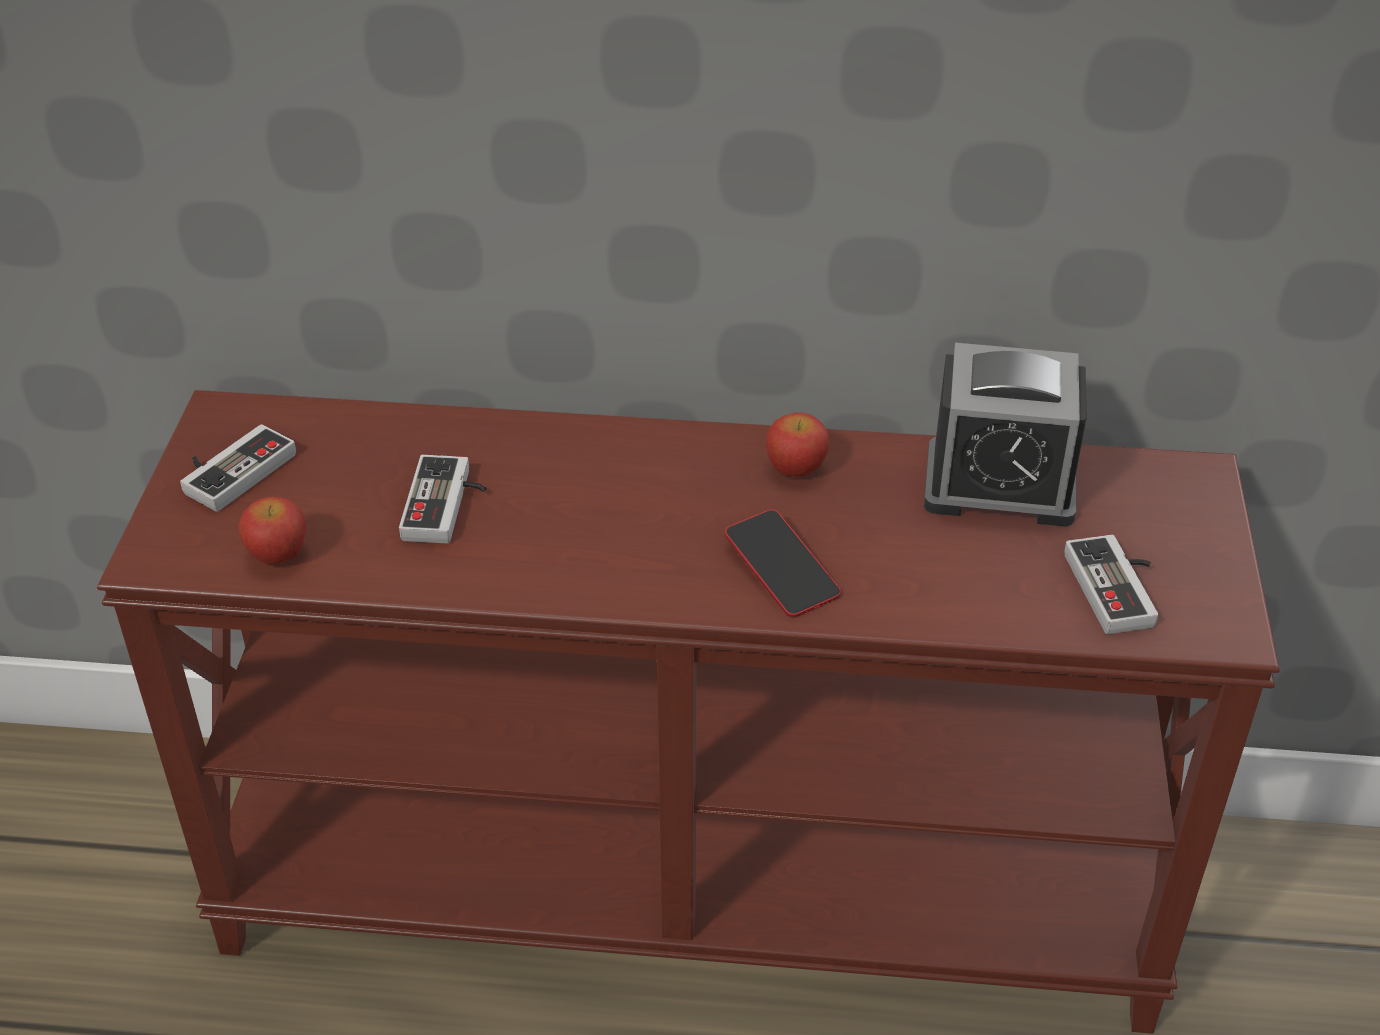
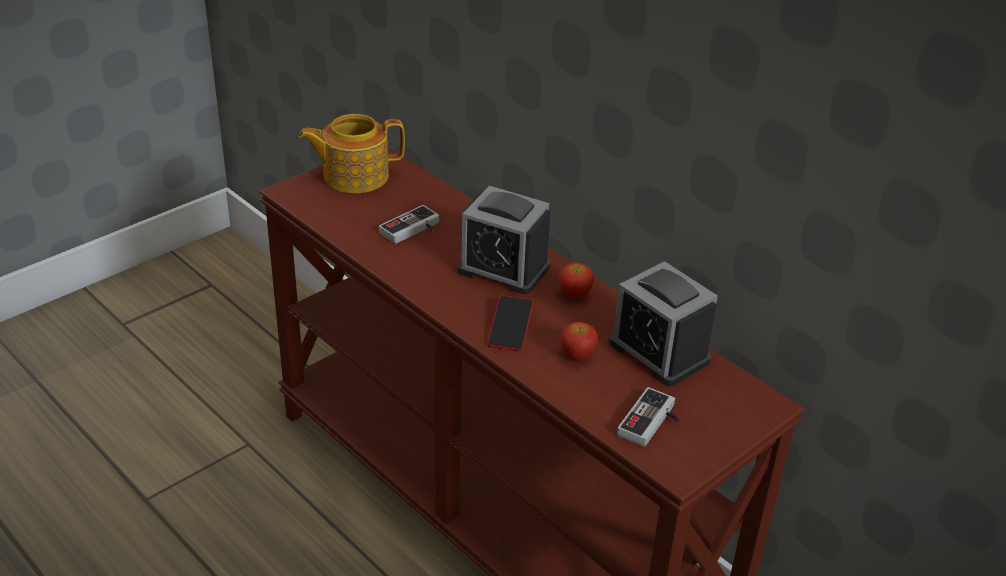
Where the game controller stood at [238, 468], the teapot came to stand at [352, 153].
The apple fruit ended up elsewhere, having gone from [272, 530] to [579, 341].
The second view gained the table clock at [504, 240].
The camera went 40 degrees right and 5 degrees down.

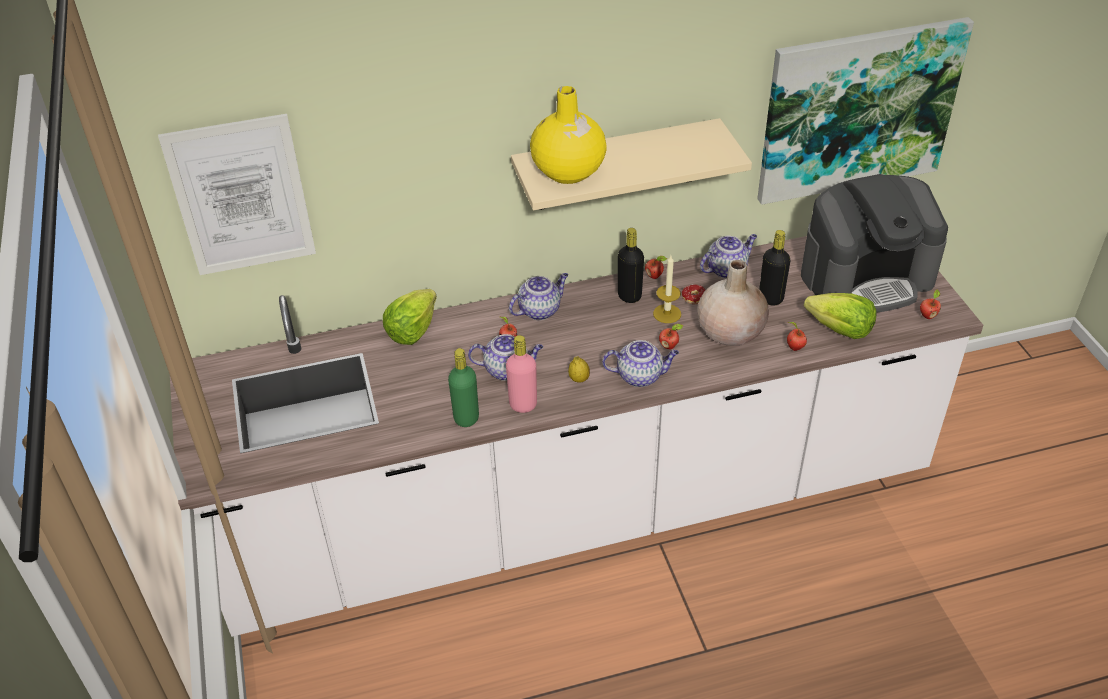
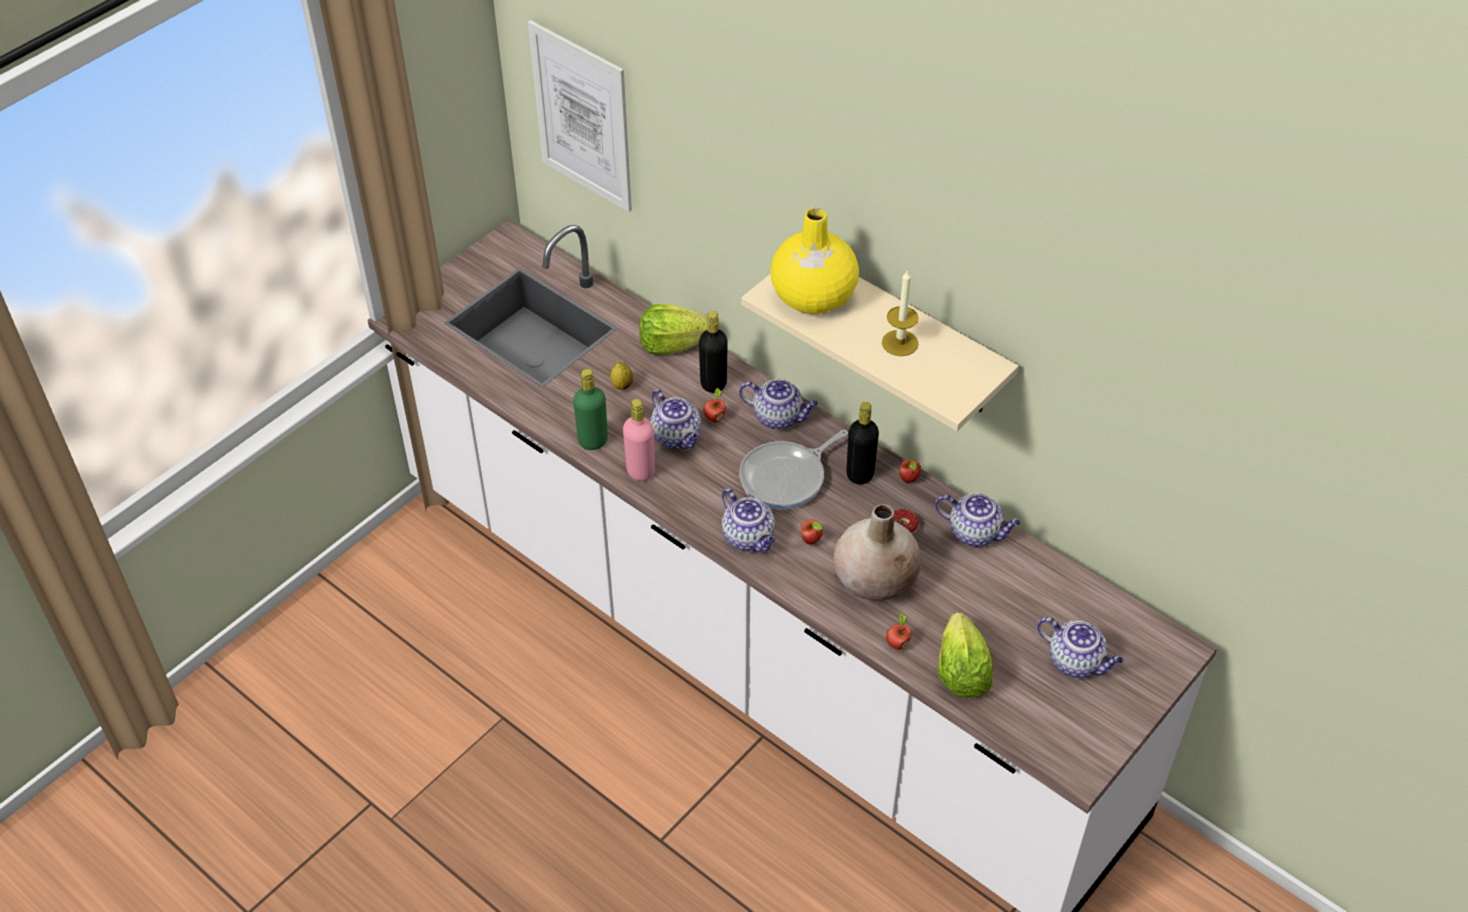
The second view lost the wall picture at [865, 111].
Where the coffee brewer stood at [874, 243], the teapot came to stand at [1080, 647].
The black bottle ended up elsewhere, having gone from [774, 267] to [713, 352].
The wax candle ended up elsewhere, having gone from [667, 289] to [900, 312].
The second view lost the apple fruit at [930, 304].
The citrus fruit ended up elsewhere, having gone from [579, 369] to [622, 375].
The second view gained the frying pan at [793, 469].
The camera went 55 degrees right and 5 degrees up.

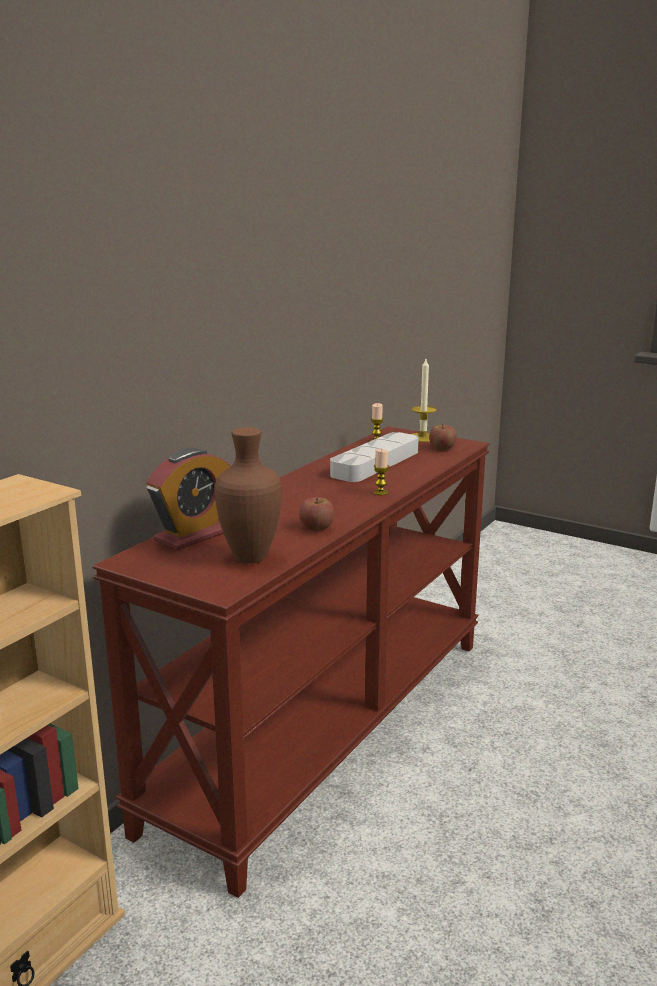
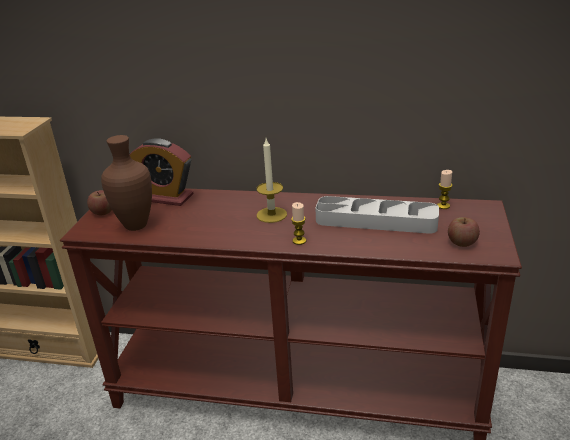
The wax candle ended up elsewhere, having gone from [424, 400] to [272, 181].
The apple fruit ended up elsewhere, having gone from [316, 514] to [99, 202].
The camera went 70 degrees right and 10 degrees up.

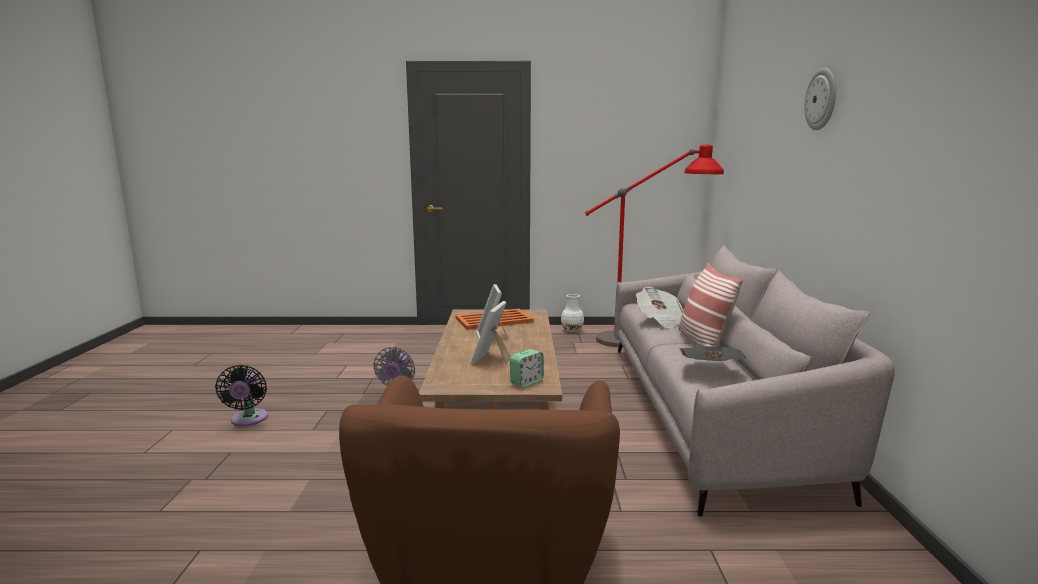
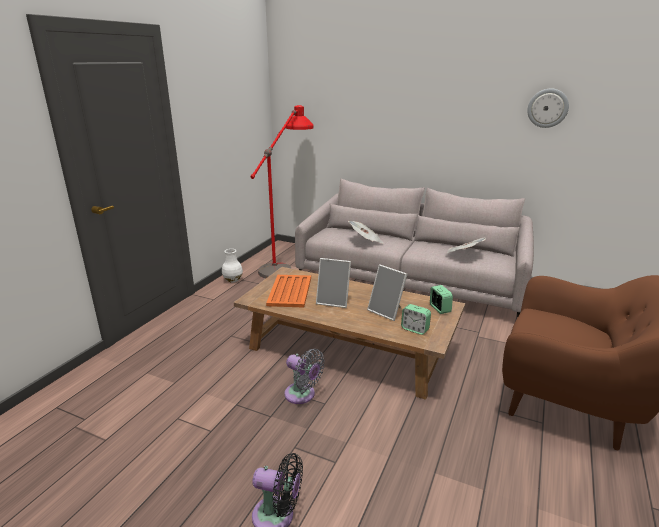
The clock on the wall ended up elsewhere, having gone from [820, 99] to [548, 108].
The second view lost the throw pillow at [711, 305].
The second view gained the table clock at [416, 319].
The camera went 65 degrees left and 10 degrees up.

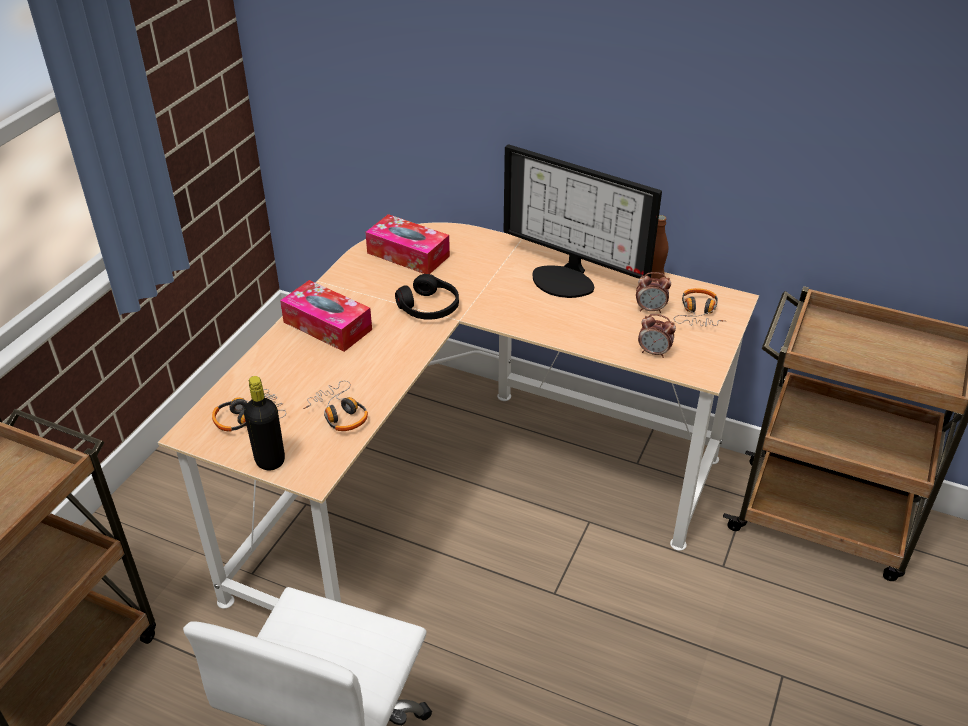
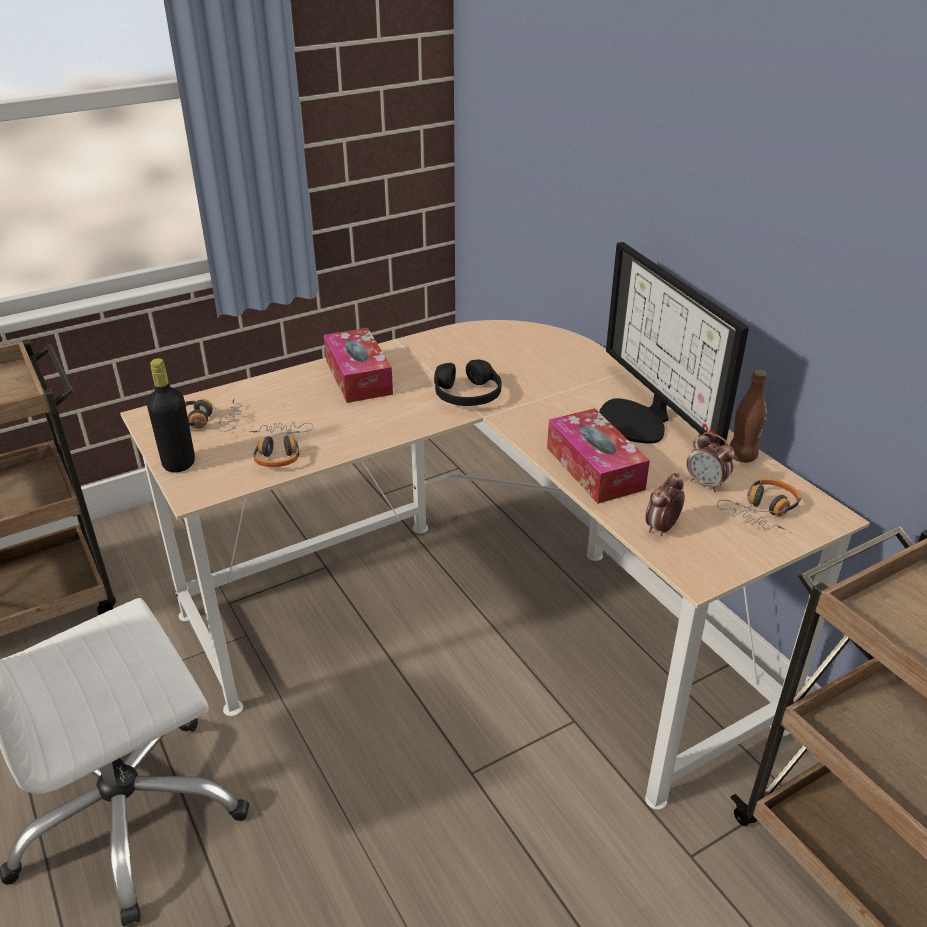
The tissue box ended up elsewhere, having gone from [407, 244] to [598, 456].
The table clock at [657, 336] ended up facing another way, 75 degrees clockwise from before.
The camera went 35 degrees right and 5 degrees down.

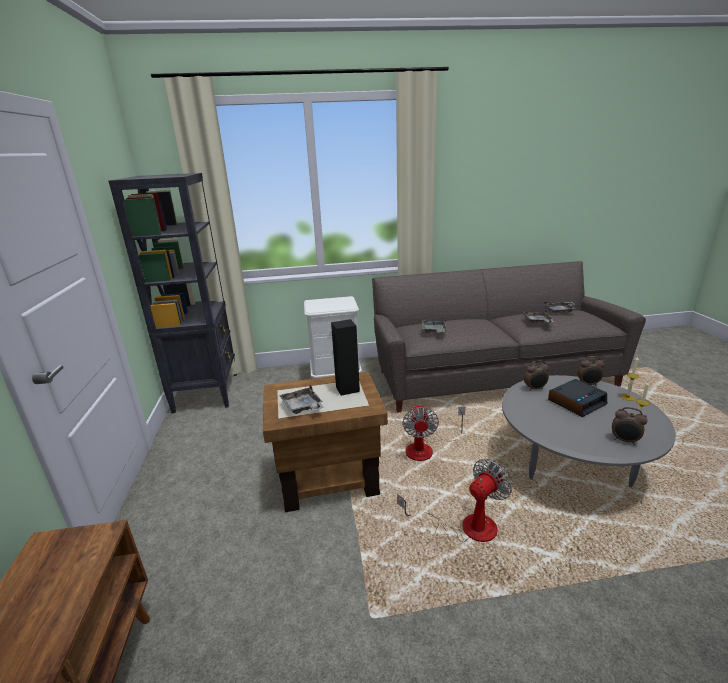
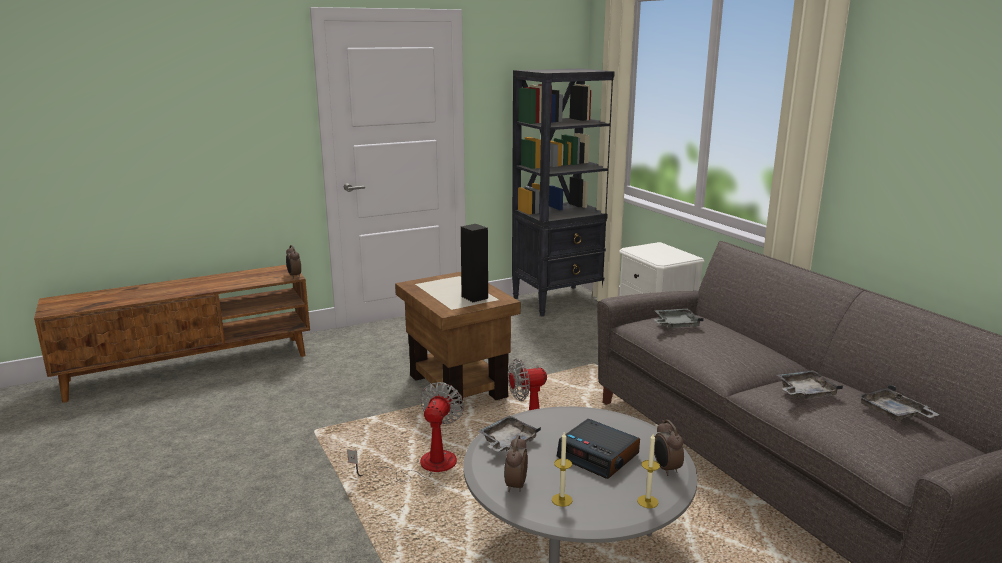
The table clock ended up elsewhere, having gone from [536, 375] to [293, 262].
The gray carrying tray ended up elsewhere, having gone from [301, 399] to [509, 433].
The cooling fan at [454, 500] ended up facing another way, 105 degrees counterclockwise from before.
The camera went 70 degrees right and 5 degrees down.

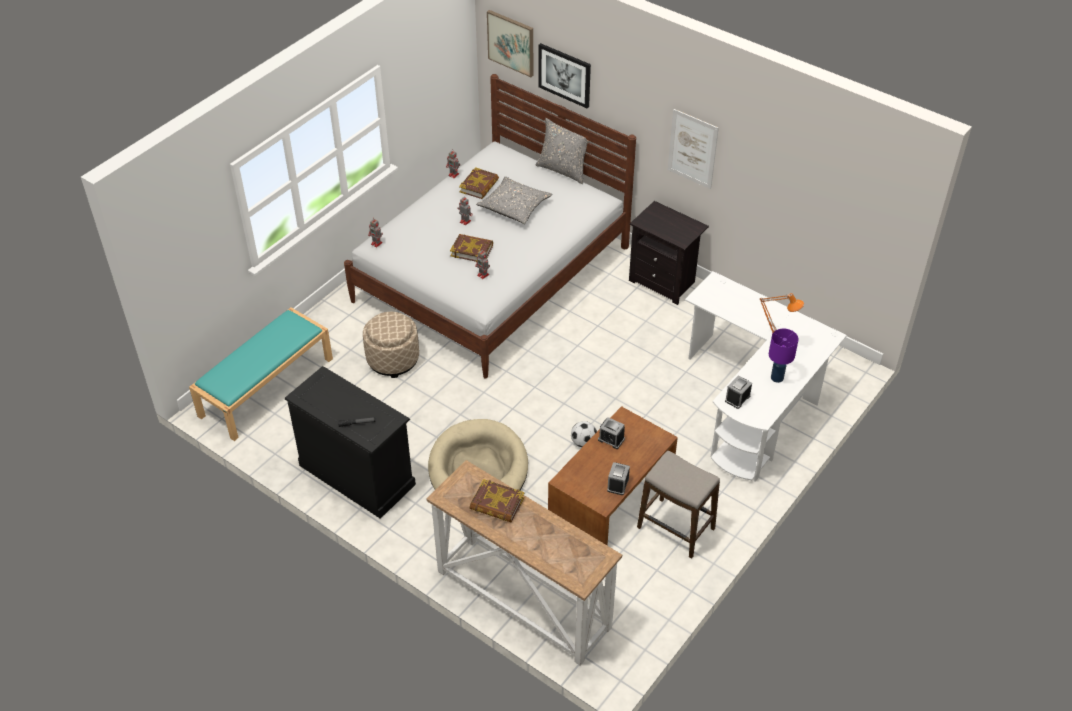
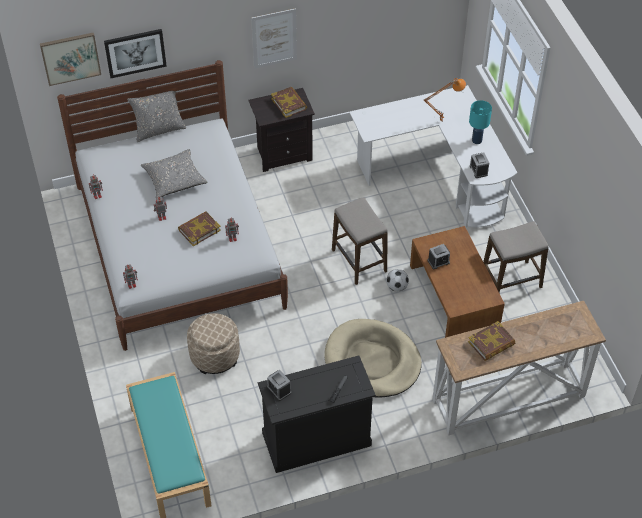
The volume ended up elsewhere, having gone from [479, 183] to [289, 102].
What was the purple lamp for a table at [784, 355] turned into the turquoise lamp for a table at [480, 122].
The table clock ended up elsewhere, having gone from [618, 478] to [279, 385].
The second view gained the stool seat at [360, 241].
The camera went 55 degrees left and 5 degrees up.

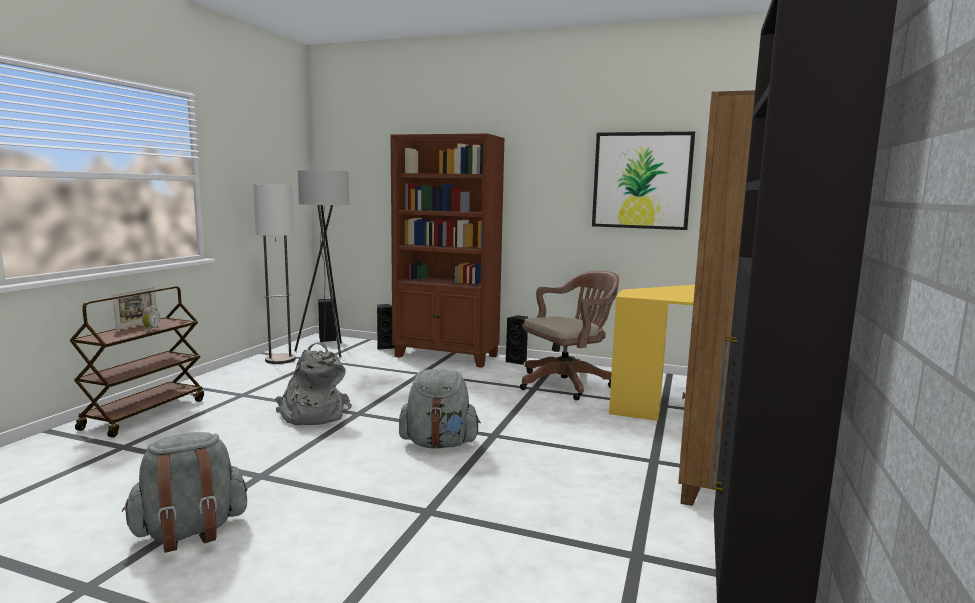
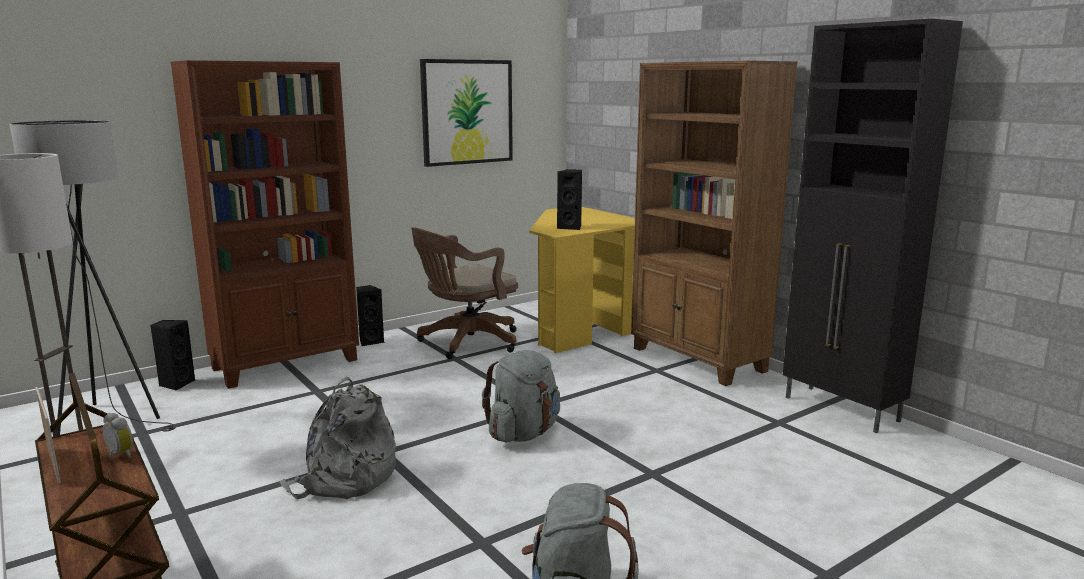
The brown desk chair at [569, 336] ended up facing another way, 135 degrees counterclockwise from before.
The black speaker ended up elsewhere, having gone from [327, 320] to [569, 199].
The camera went 55 degrees left and 5 degrees up.

